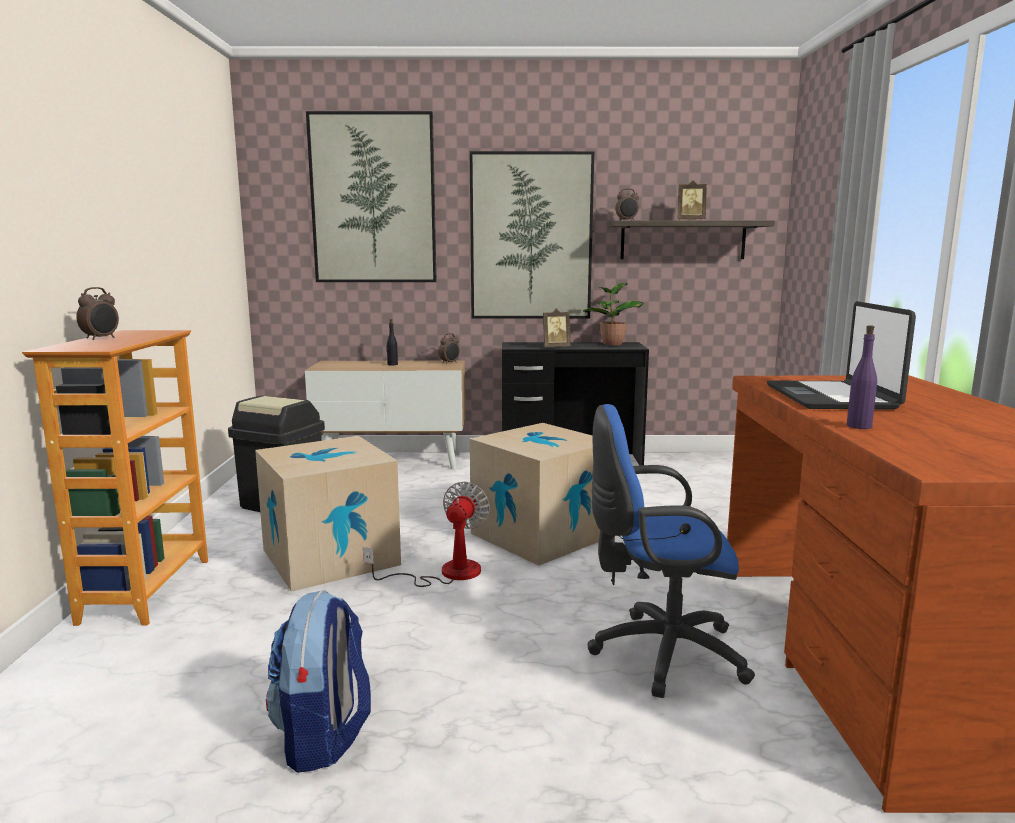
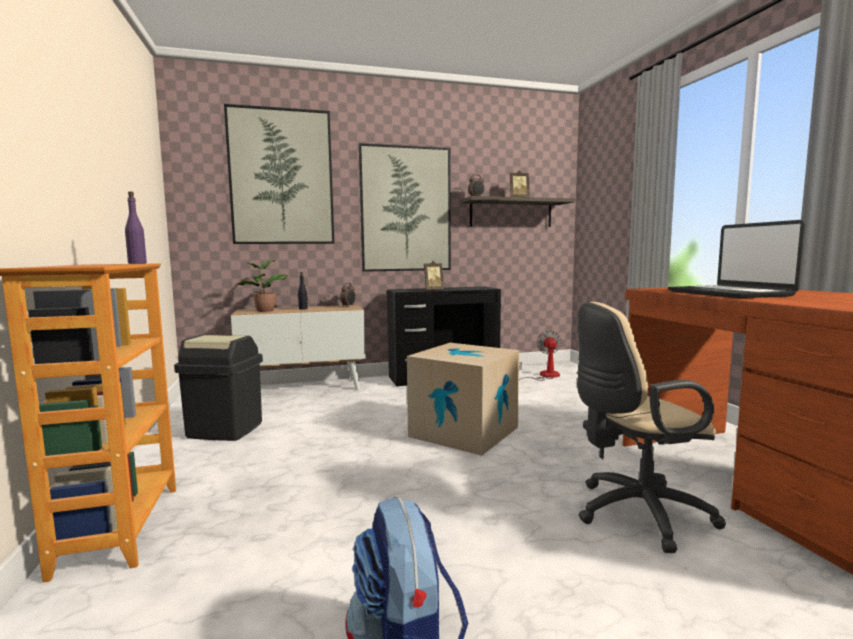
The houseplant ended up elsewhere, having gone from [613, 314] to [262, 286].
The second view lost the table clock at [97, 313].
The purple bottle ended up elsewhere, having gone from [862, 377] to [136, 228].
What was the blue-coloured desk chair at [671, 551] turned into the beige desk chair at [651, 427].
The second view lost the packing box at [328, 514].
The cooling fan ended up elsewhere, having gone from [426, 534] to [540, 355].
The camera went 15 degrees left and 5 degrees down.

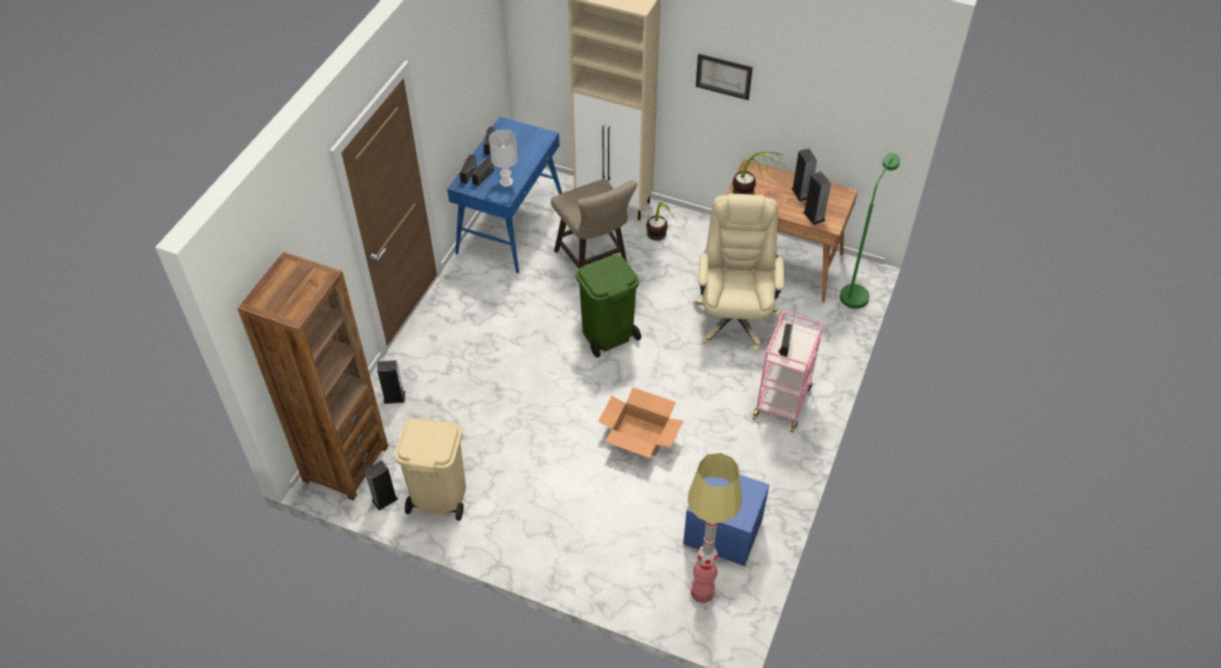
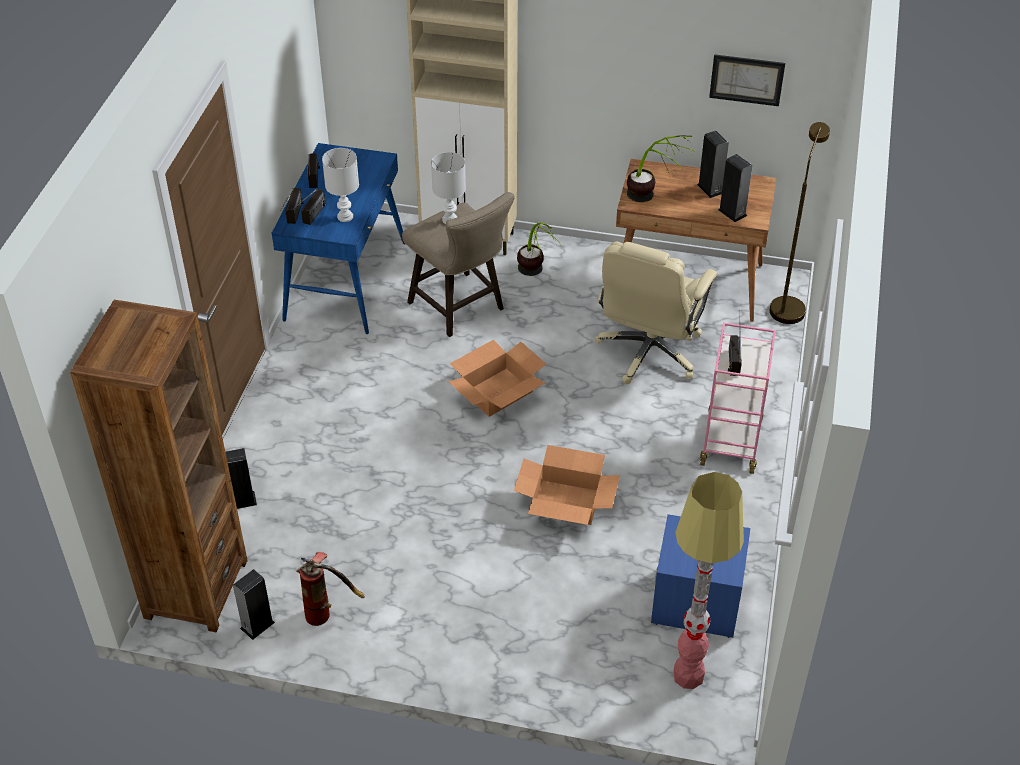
The wall picture ended up elsewhere, having gone from [724, 76] to [747, 80].
What was the green-coloured standing lamp at [870, 231] turned into the brown standing lamp at [800, 223].
The beige desk chair at [738, 272] ended up facing another way, 150 degrees counterclockwise from before.
Where the green-coloured rubbish bin stood at [608, 306], the packing box came to stand at [497, 378].
Where the beige rubbish bin stood at [430, 469], the fire extinguisher came to stand at [330, 589].
The second view gained the white lamp for a table at [448, 188].
The camera went 10 degrees left and 5 degrees down.

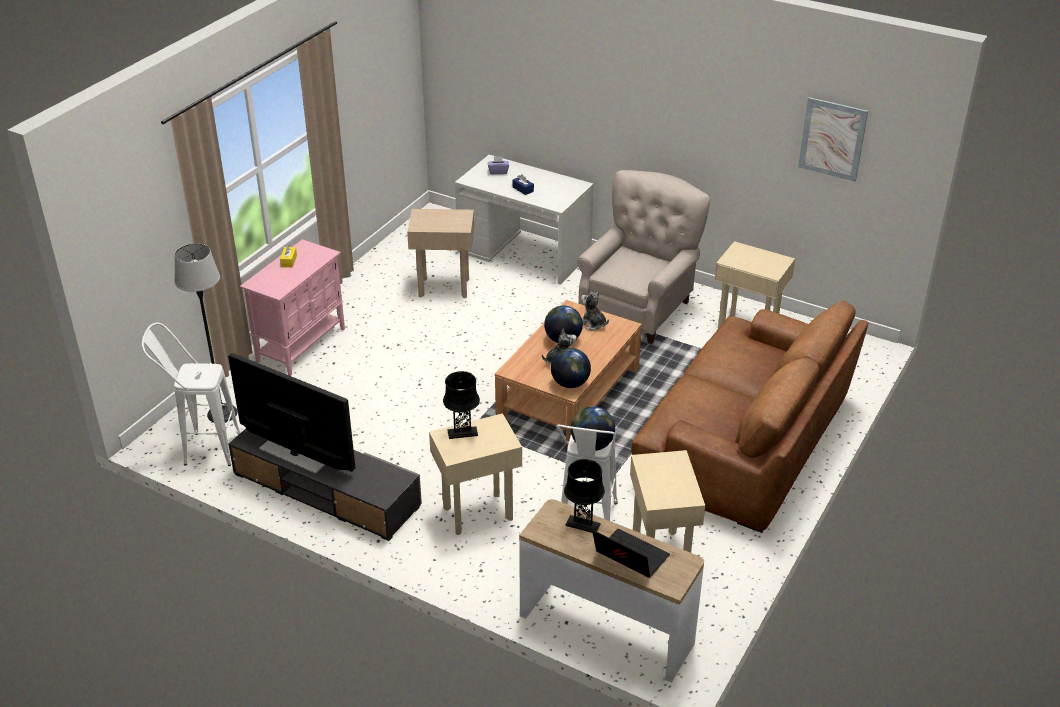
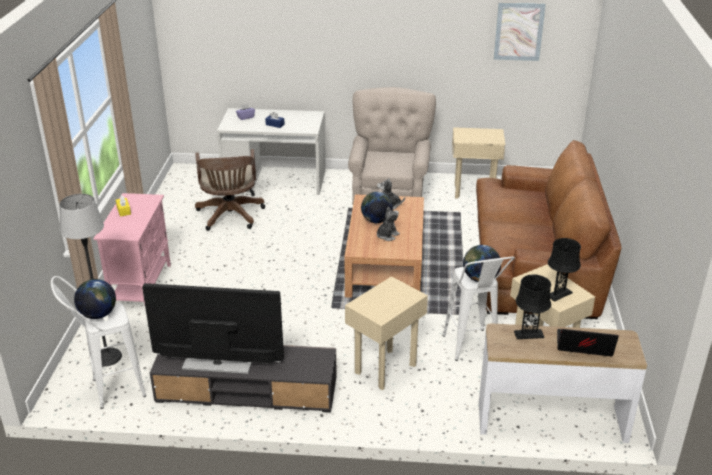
Where the beige side table stood at [440, 253], the brown desk chair came to stand at [230, 190].
The globe ended up elsewhere, having gone from [571, 368] to [95, 299].
The black lamp for a table ended up elsewhere, having gone from [461, 405] to [564, 270].
The camera went 25 degrees left and 5 degrees down.

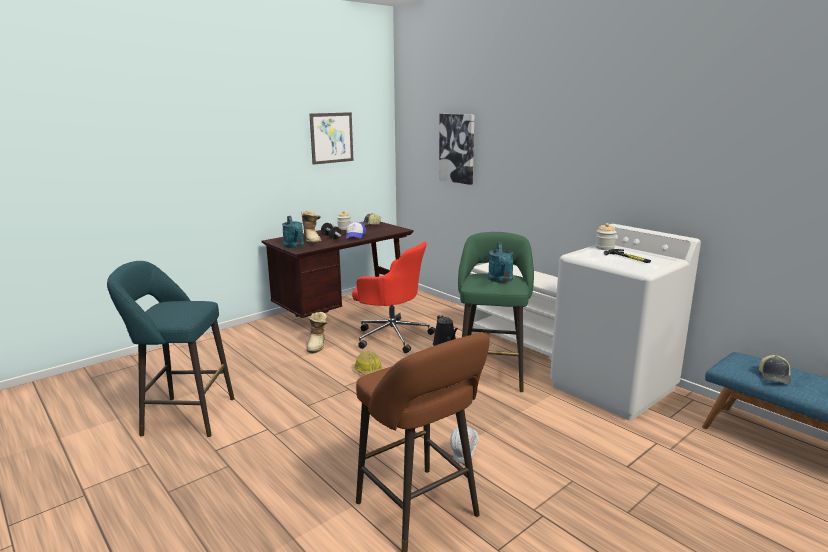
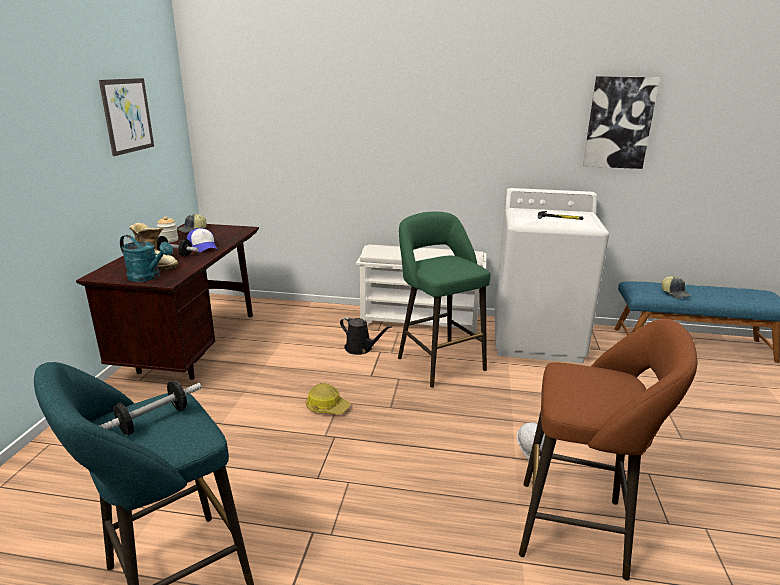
The wall picture ended up elsewhere, having gone from [456, 149] to [621, 122].
The second view lost the preserve jar at [605, 236].
The second view lost the red-coloured desk chair at [393, 297].
The second view lost the turquoise sprinkling can at [501, 262].
The second view lost the tall boot at [317, 332].
The second view gained the free weight at [150, 408].
The camera went 40 degrees left and 5 degrees up.

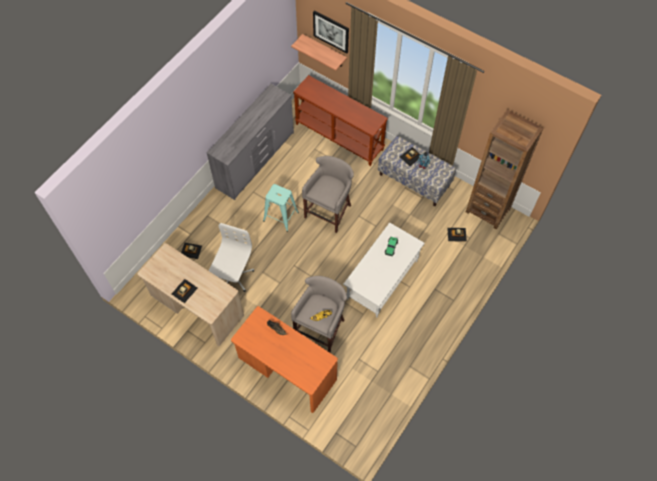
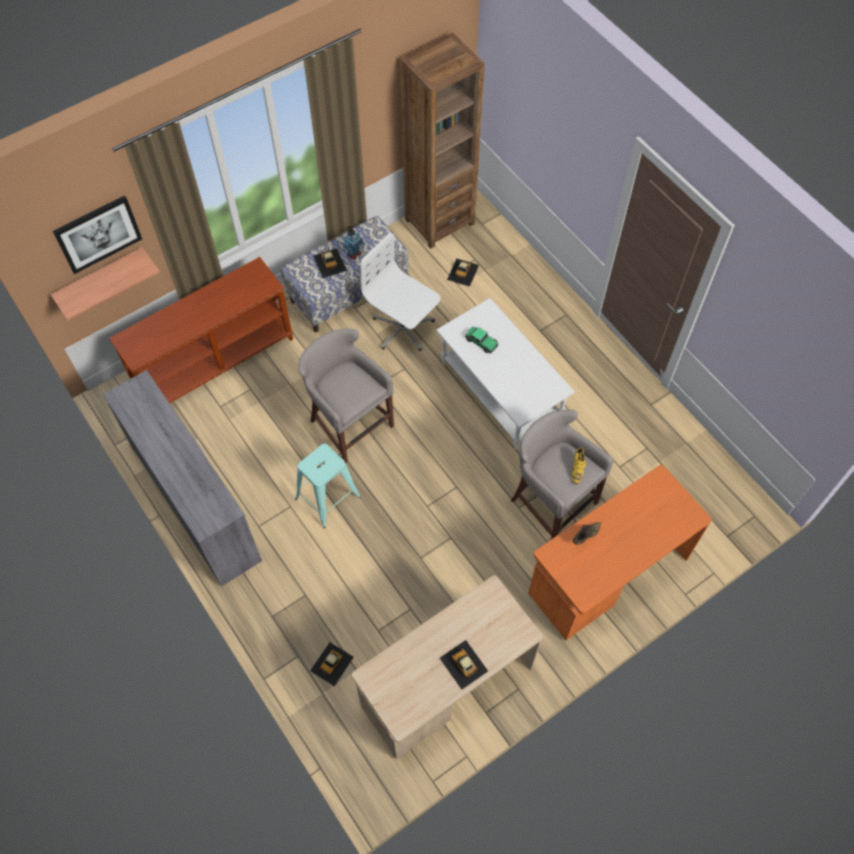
The white desk chair ended up elsewhere, having gone from [231, 257] to [400, 292].
The camera went 70 degrees left and 0 degrees up.

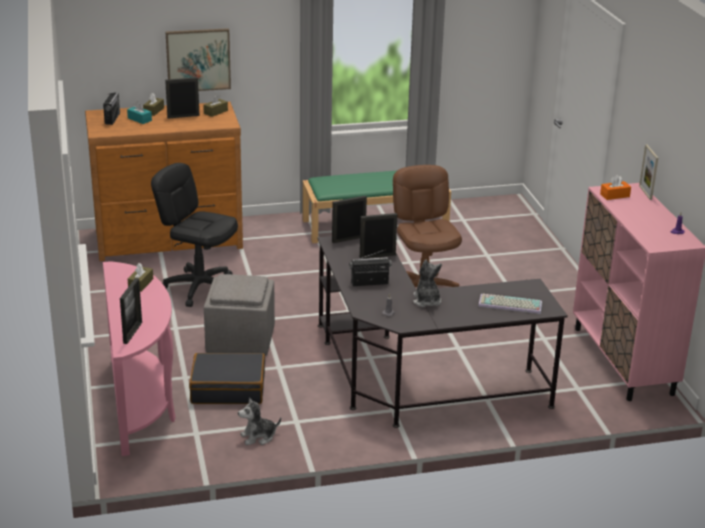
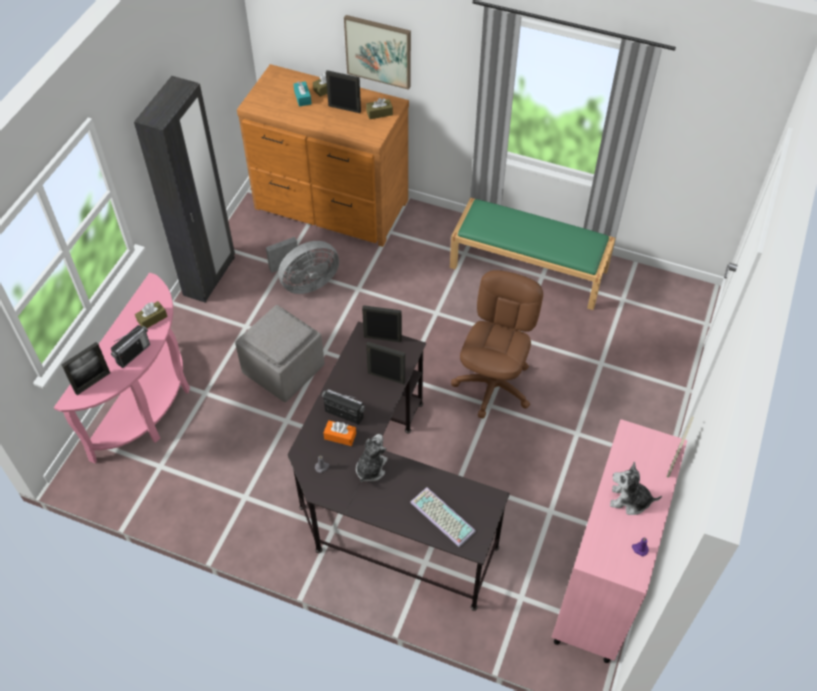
The radio set ended up elsewhere, having gone from [111, 108] to [130, 346].
Where the black desk chair stood at [194, 235], the gray cooling fan came to stand at [302, 265].
The orange-coloured tissue box ended up elsewhere, having gone from [615, 187] to [339, 433].
The second view lost the black travel case at [227, 378].
The soft toy ended up elsewhere, having gone from [259, 421] to [636, 488].
The second view gained the black wardrobe at [184, 189].
The camera went 35 degrees right and 25 degrees up.

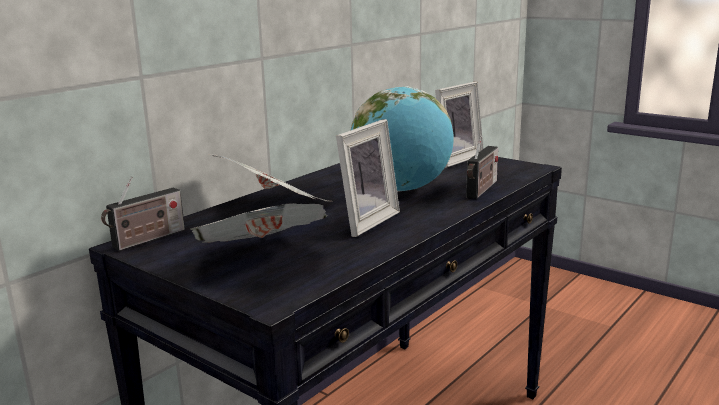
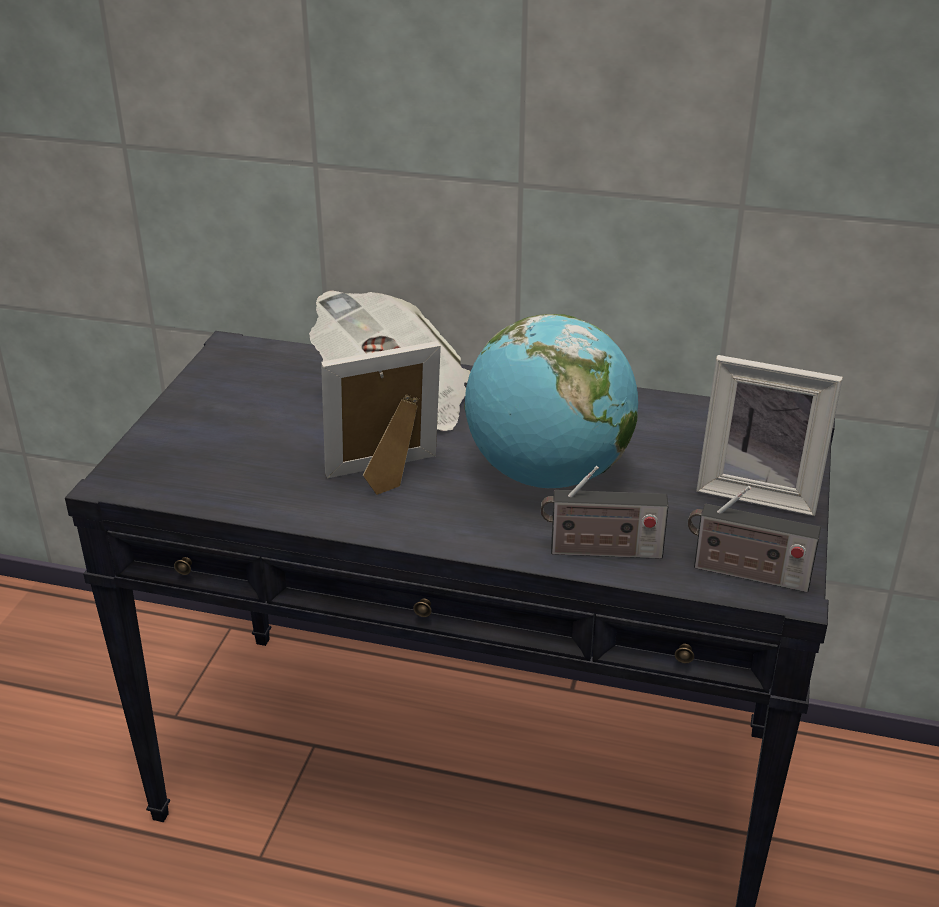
The picture frame at [368, 178] ended up facing another way, 150 degrees clockwise from before.
The radio set ended up elsewhere, having gone from [143, 214] to [754, 539].
The second view lost the newspaper at [258, 223].
The camera went 65 degrees right and 15 degrees up.

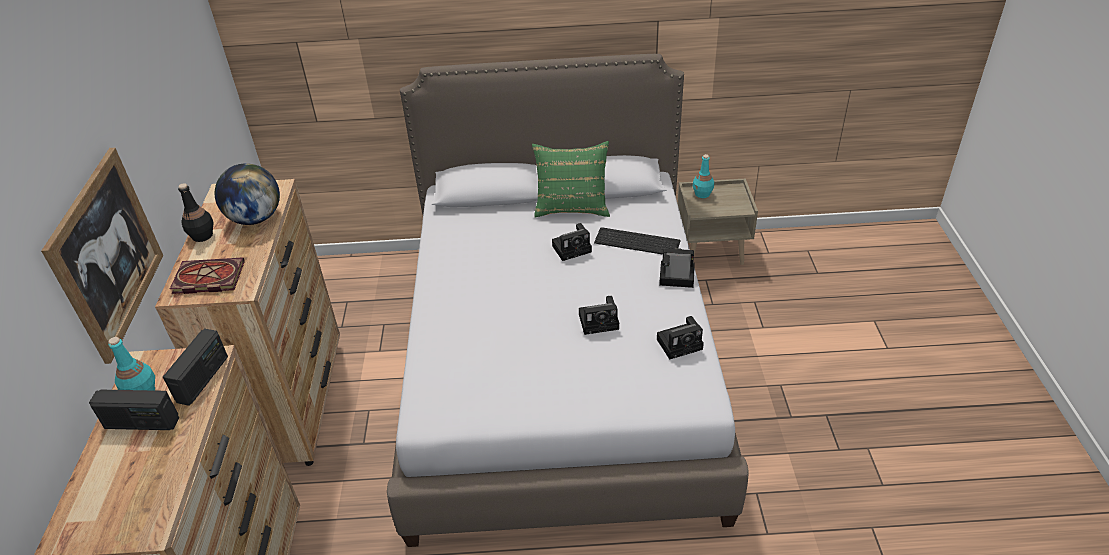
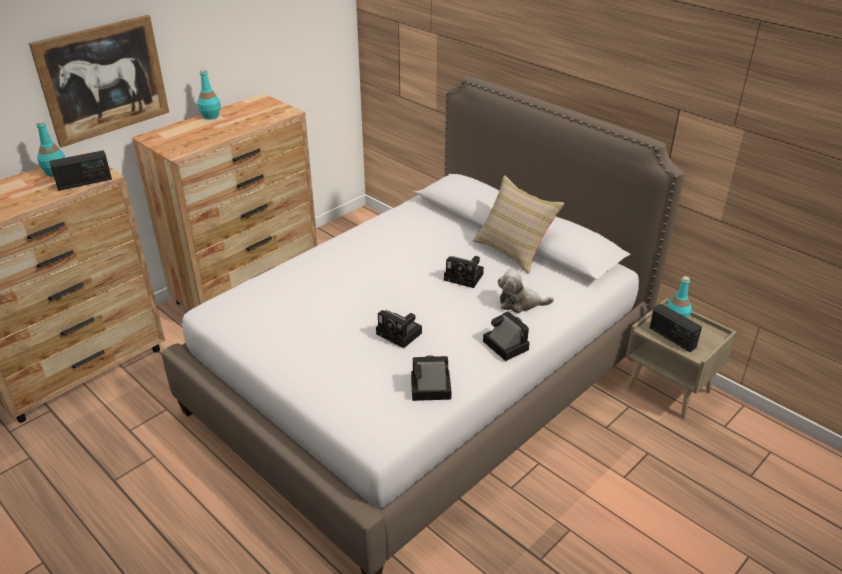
What was the green-coloured throw pillow at [571, 179] turned into the beige throw pillow at [518, 224].
The second view lost the globe at [247, 194].
What was the black bottle at [196, 212] turned into the turquoise bottle at [209, 94].
Where the keyboard stood at [637, 241], the soft toy came to stand at [526, 291].
The second view lost the volume at [207, 275].
The photo camera at [680, 338] ended up facing another way, 150 degrees clockwise from before.
The radio set ended up elsewhere, having gone from [134, 410] to [676, 328].
The camera went 45 degrees right and 5 degrees down.

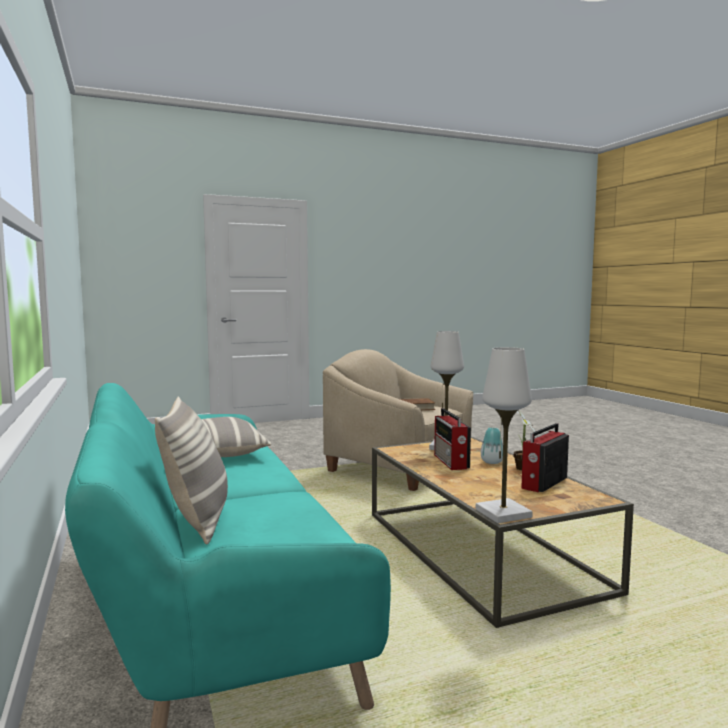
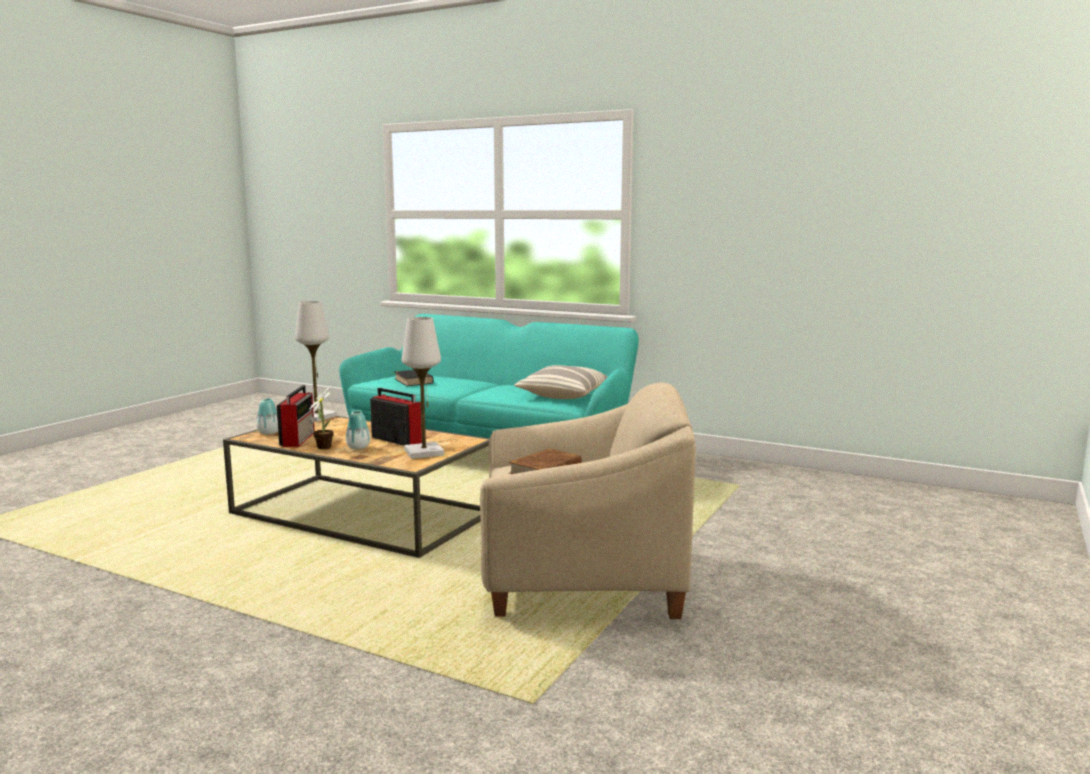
The second view lost the throw pillow at [191, 471].
The second view gained the black volume at [414, 378].
The second view gained the vase at [267, 416].
The camera went 140 degrees right and 5 degrees up.

